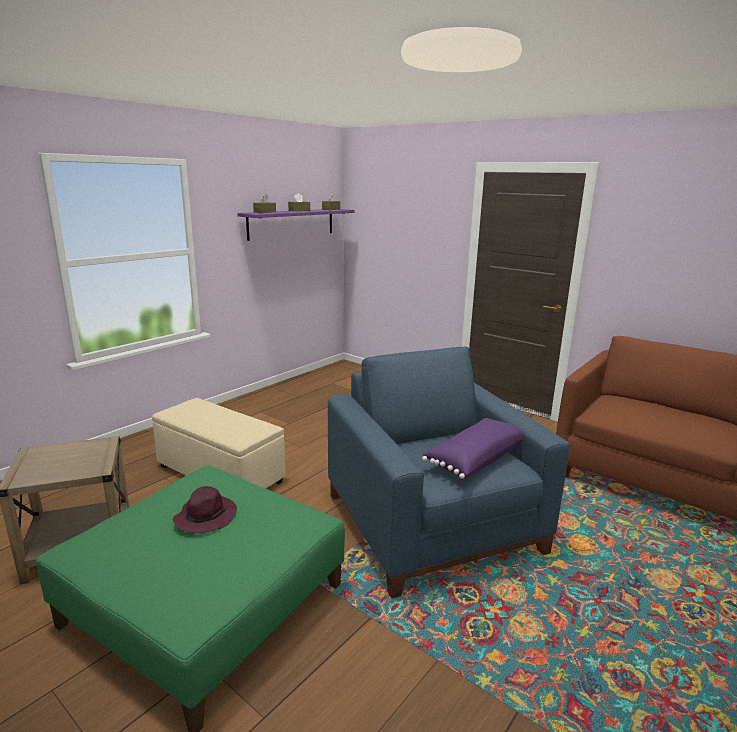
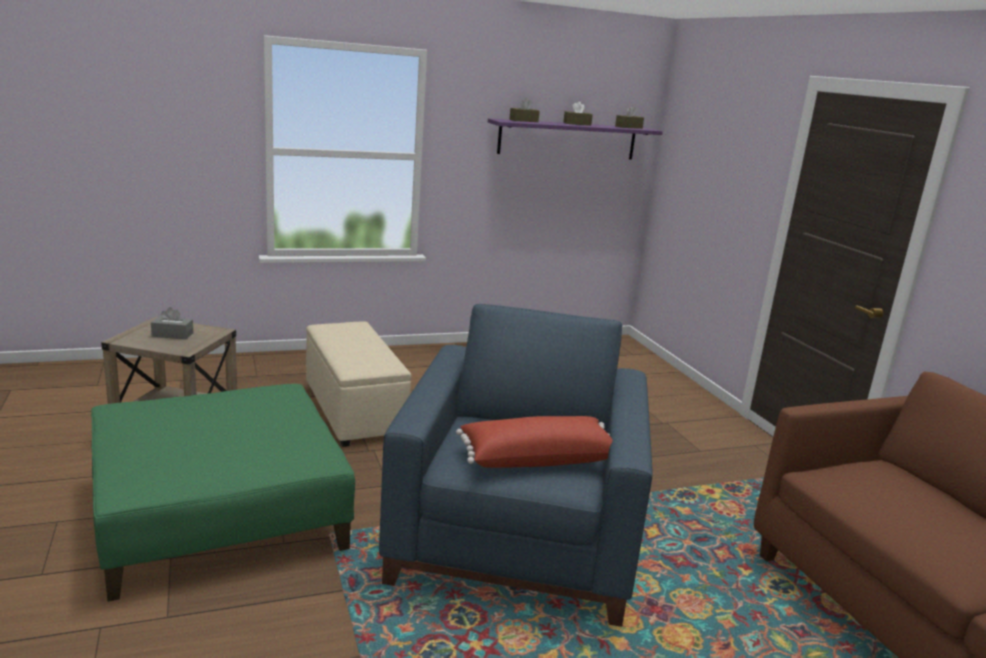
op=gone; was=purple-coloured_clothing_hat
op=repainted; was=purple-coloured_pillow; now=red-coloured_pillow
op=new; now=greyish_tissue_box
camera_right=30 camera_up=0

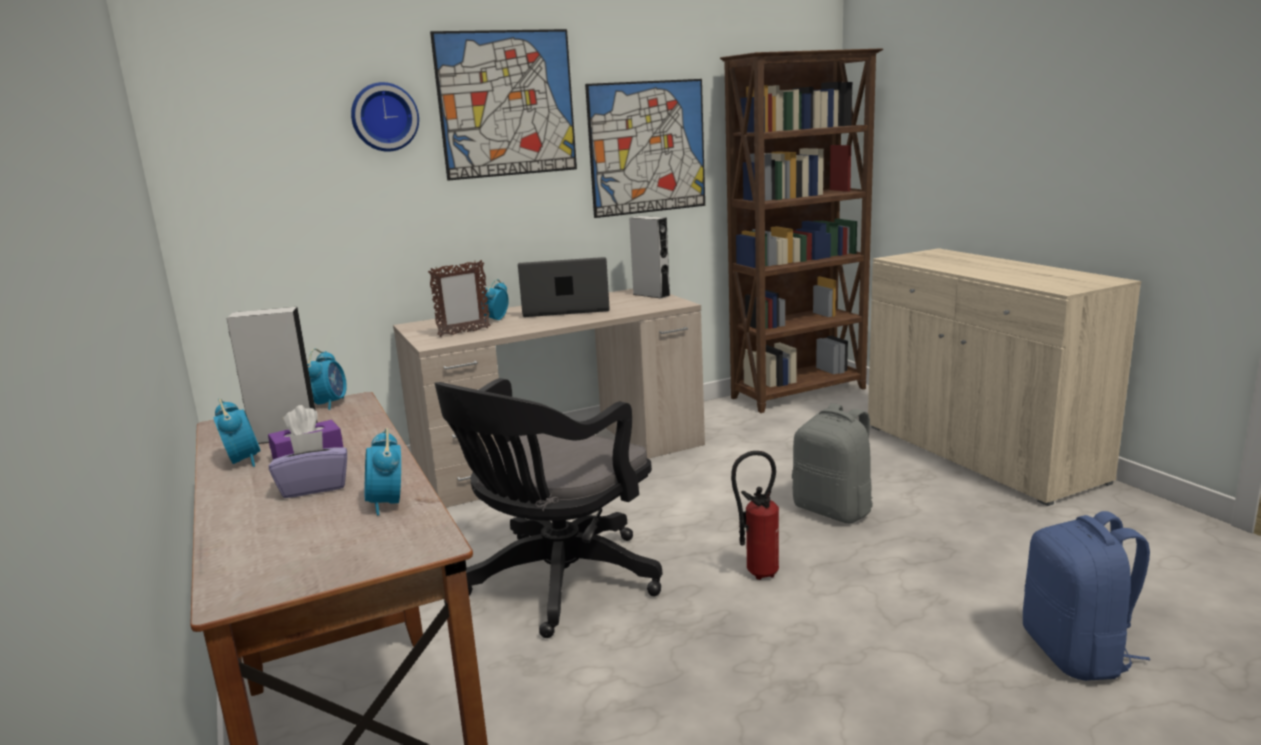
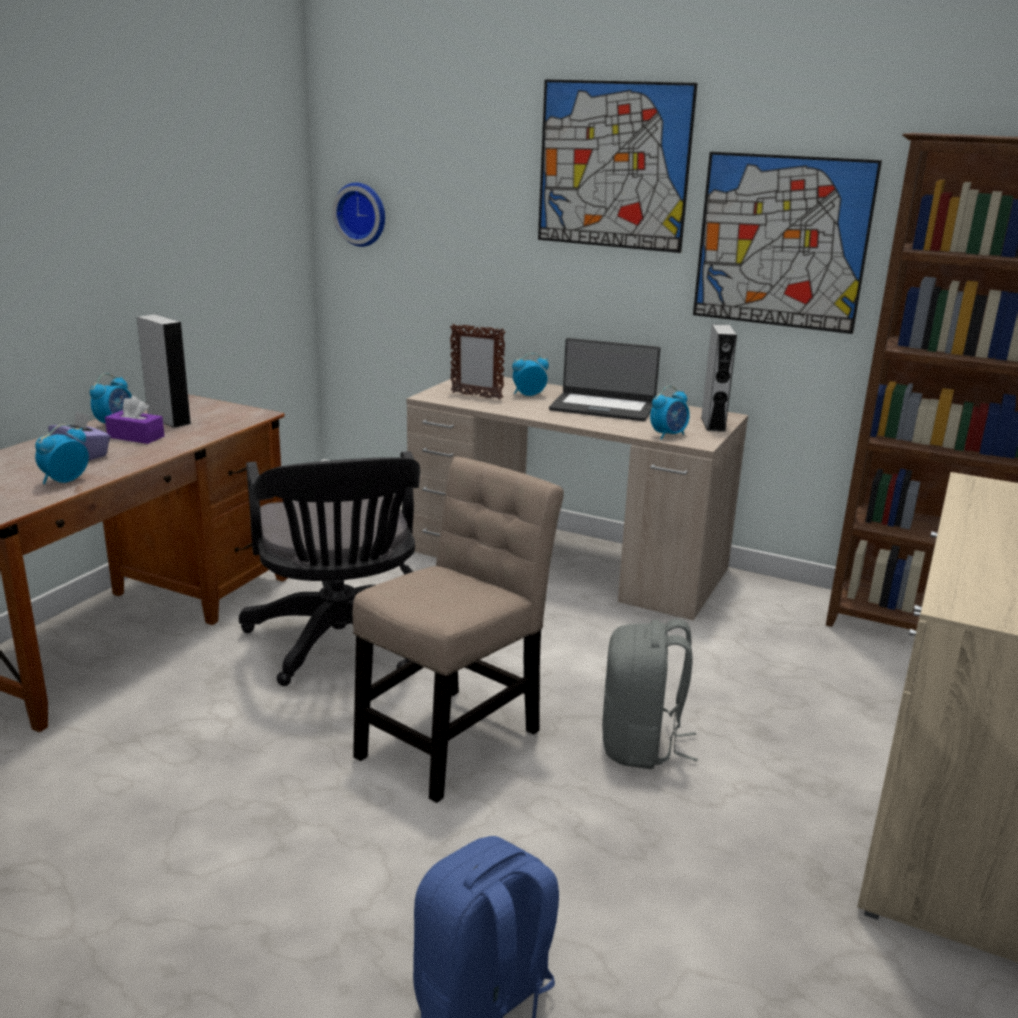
op=shifted; was=table_clock (no. 2 from left in the first image); now=table_clock (no. 4 from left)
op=shifted; was=clock_on_the_wall
op=rotated; was=black_desk_chair; clockwise=-105
op=rotated; was=notebook_computer; clockwise=150
op=swapped; was=fire_extinguisher; now=beige-coloured_upright_chair
camera_right=50 camera_up=5

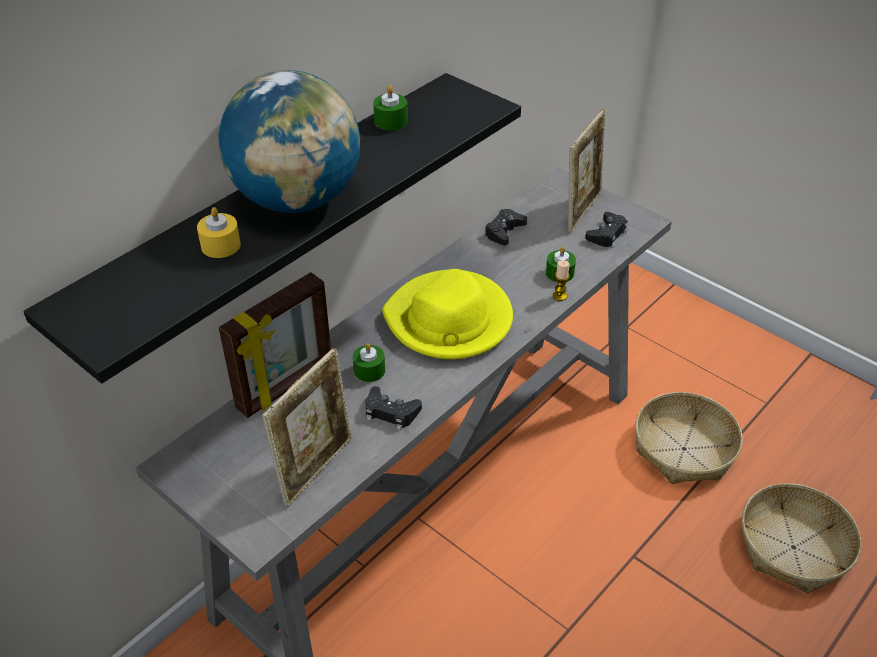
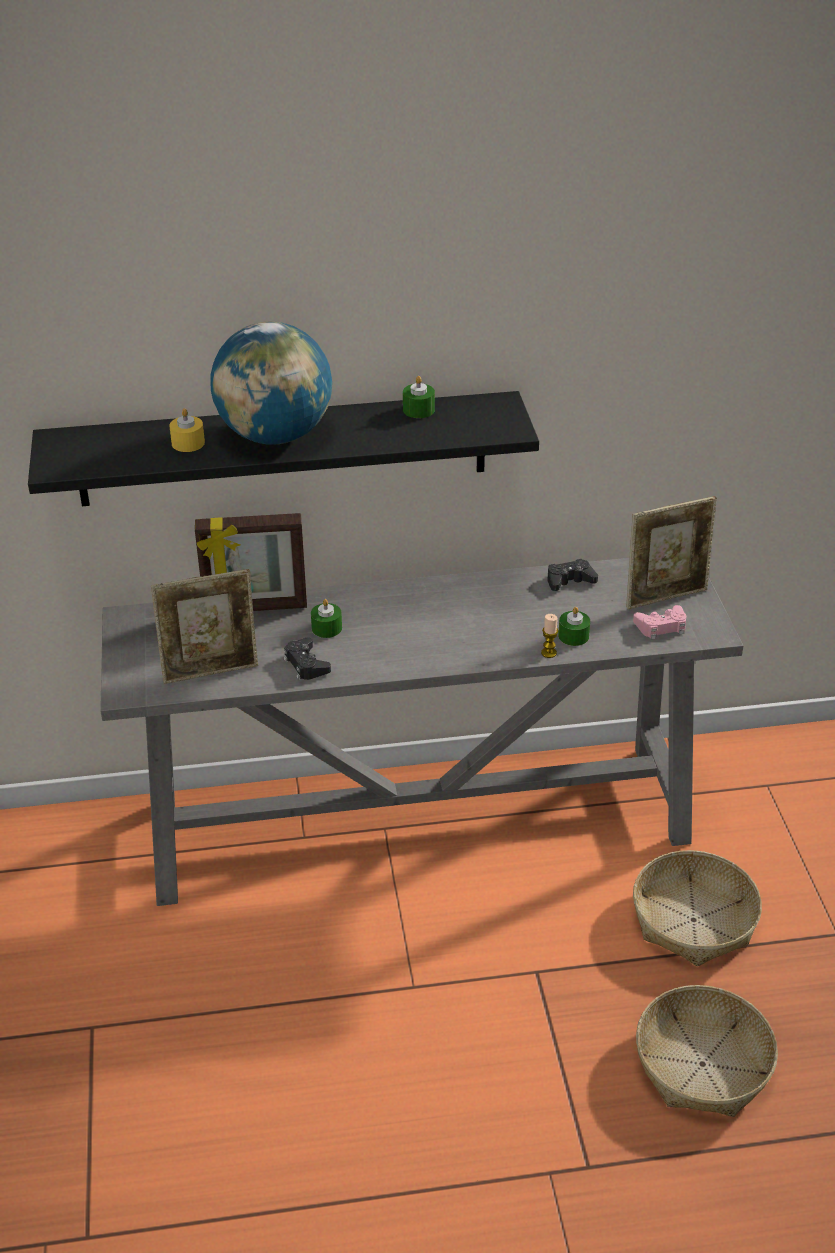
op=gone; was=yellowish_clothing_hat
op=repainted; was=black_game_controller (no. 3 from left); now=pink_game_controller
camera_right=40 camera_up=-5

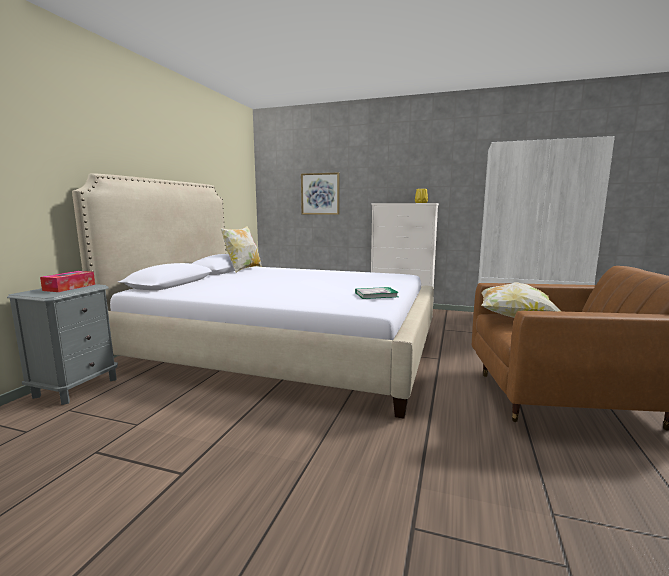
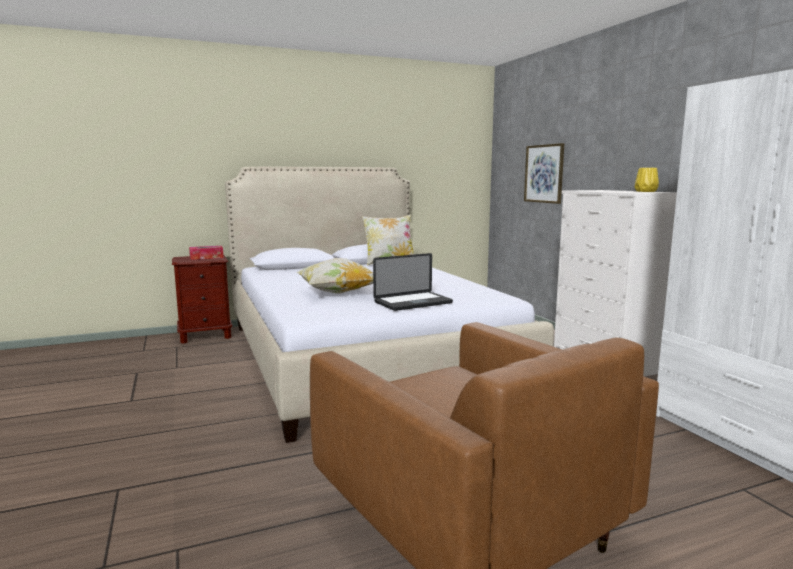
op=repainted; was=greyish_nightstand; now=brown-coloured_nightstand
op=gone; was=volume
op=shifted; was=pillow (no. 2 from left in the first image); now=pillow (no. 1 from left)
op=new; now=notebook_computer
camera_right=50 camera_up=0

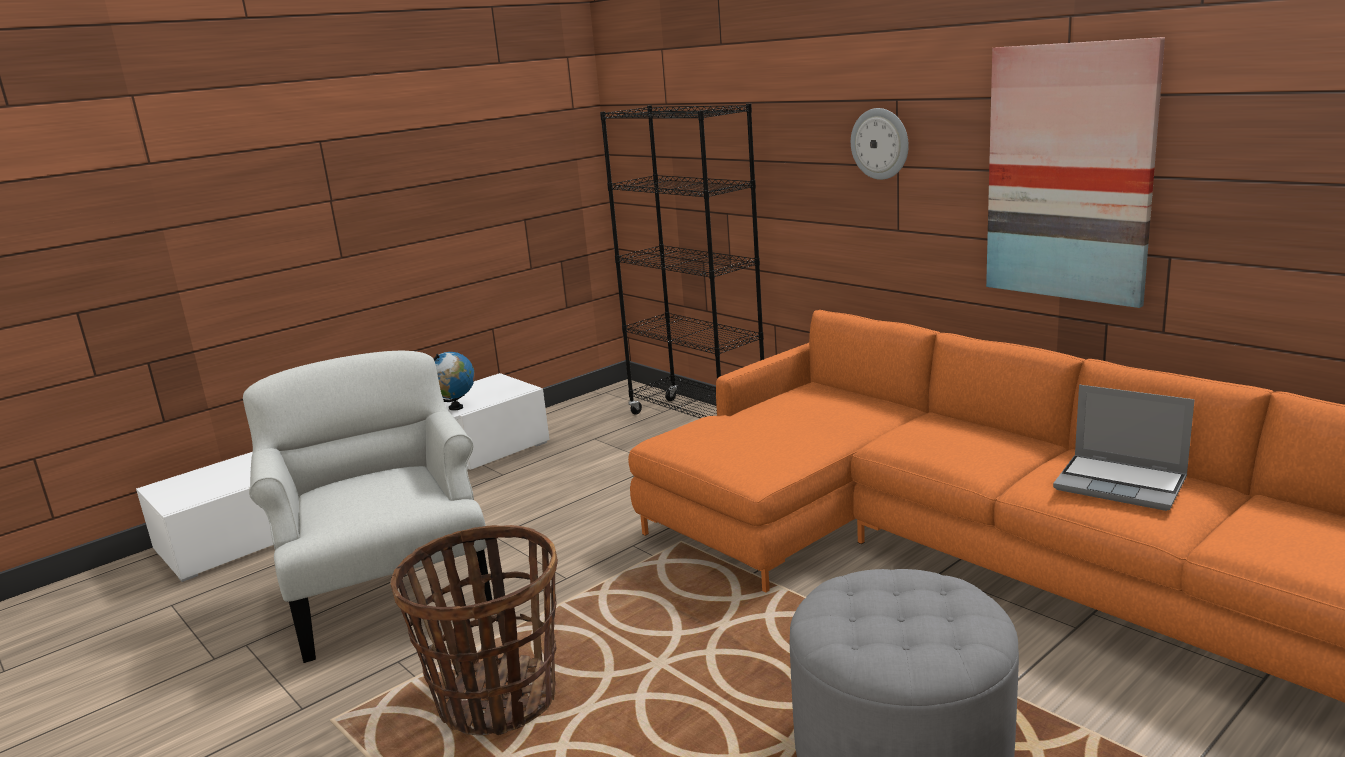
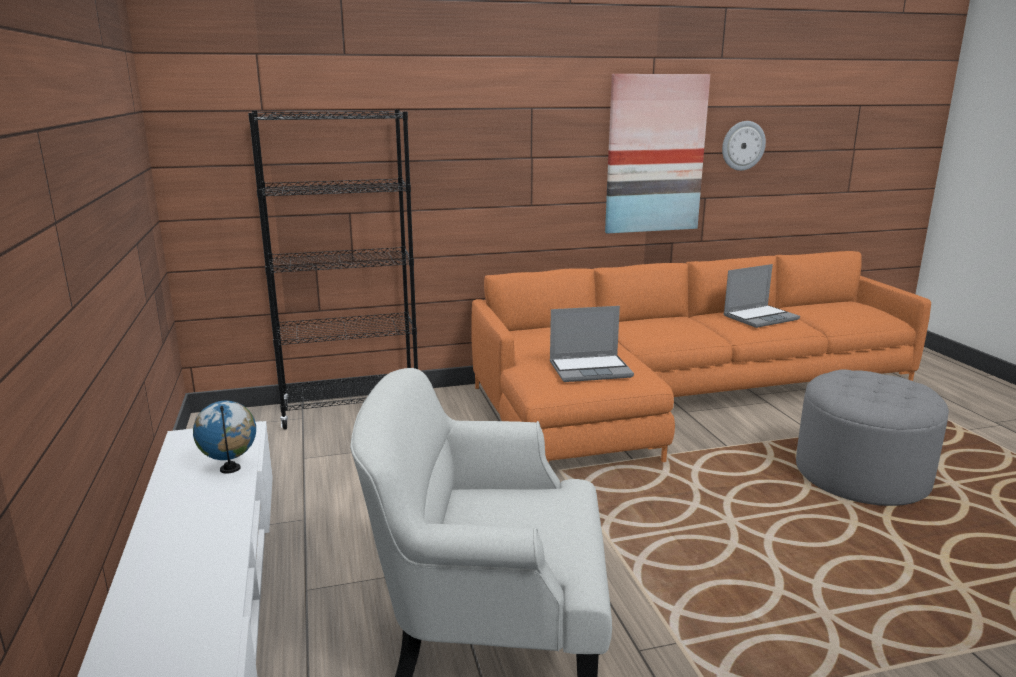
op=gone; was=household_basket
op=shifted; was=clock_on_the_wall
op=new; now=notebook_computer (no. 1 from left)
camera_right=-65 camera_up=0

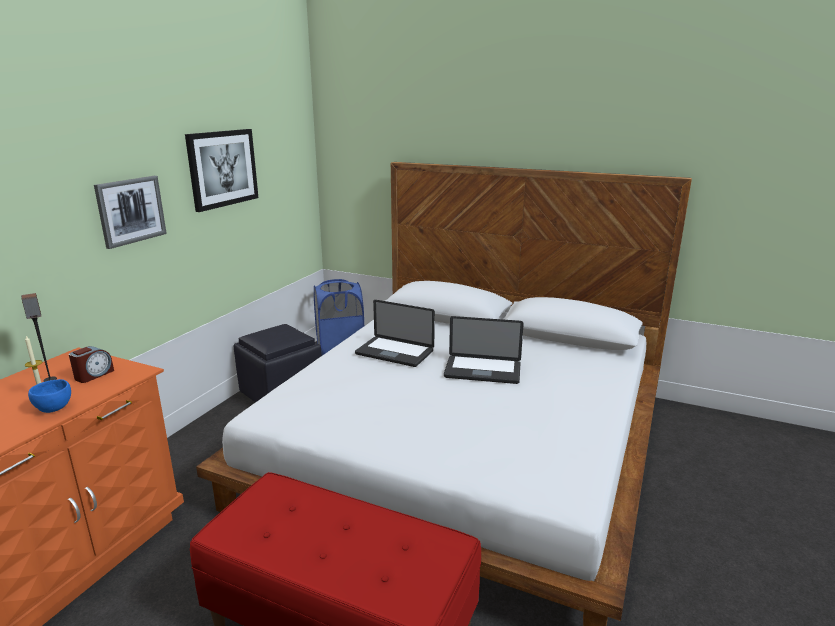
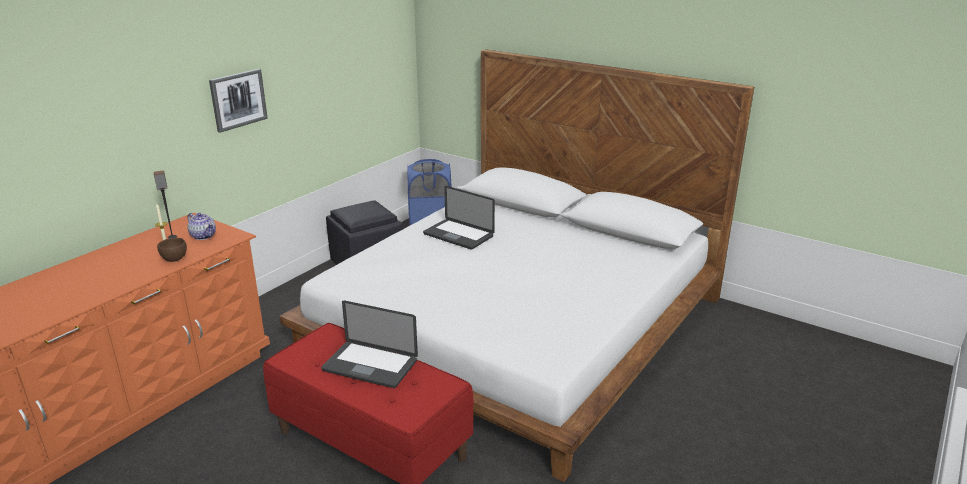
op=repainted; was=bluish_serving_bowl; now=brown-coloured_serving_bowl
op=swapped; was=table_clock; now=tea_pot
op=gone; was=picture (no. 2 from left)
op=shifted; was=notebook_computer (no. 2 from left in the first image); now=notebook_computer (no. 1 from left)
camera_right=10 camera_up=5

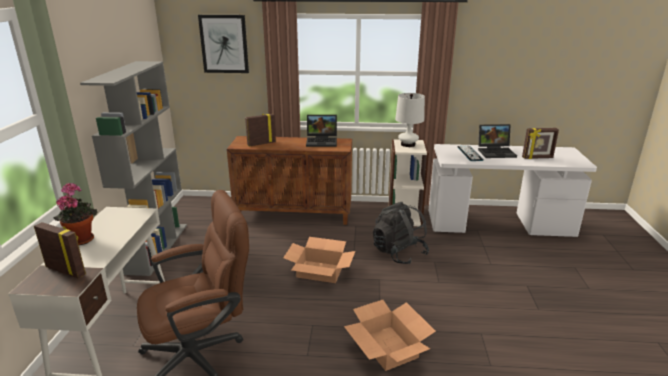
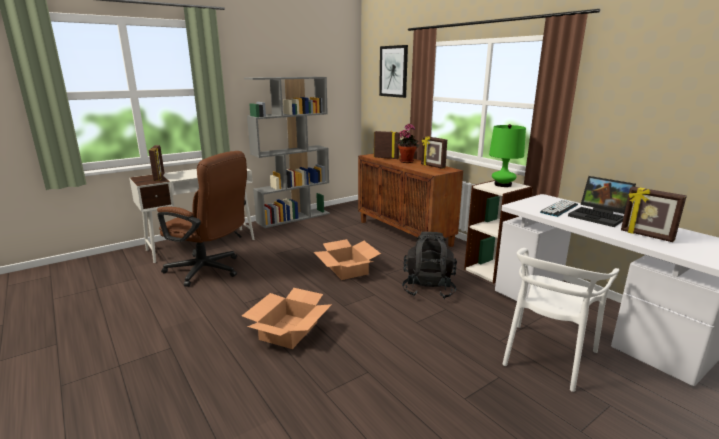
op=shifted; was=houseplant
op=swapped; was=notebook_computer (no. 1 from left); now=picture_frame (no. 3 from left)
op=repainted; was=white-coloured_tabletop_lamp; now=green-coloured_tabletop_lamp
op=new; now=white-coloured_upright_chair
camera_right=50 camera_up=-5

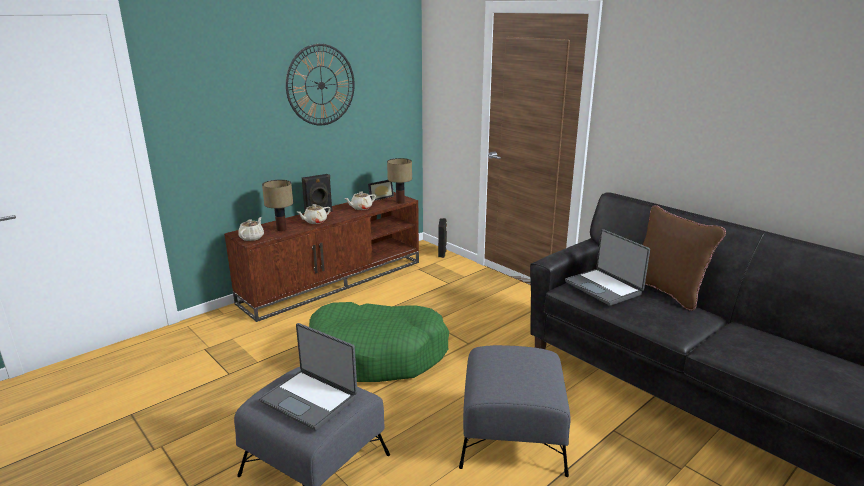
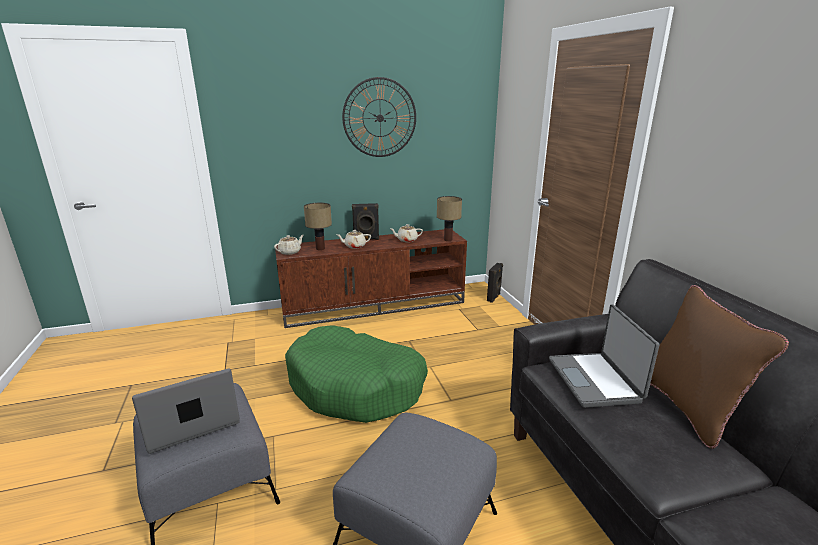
op=rotated; was=notebook_computer (no. 1 from left); clockwise=90
op=gone; was=picture_frame
camera_right=25 camera_up=0

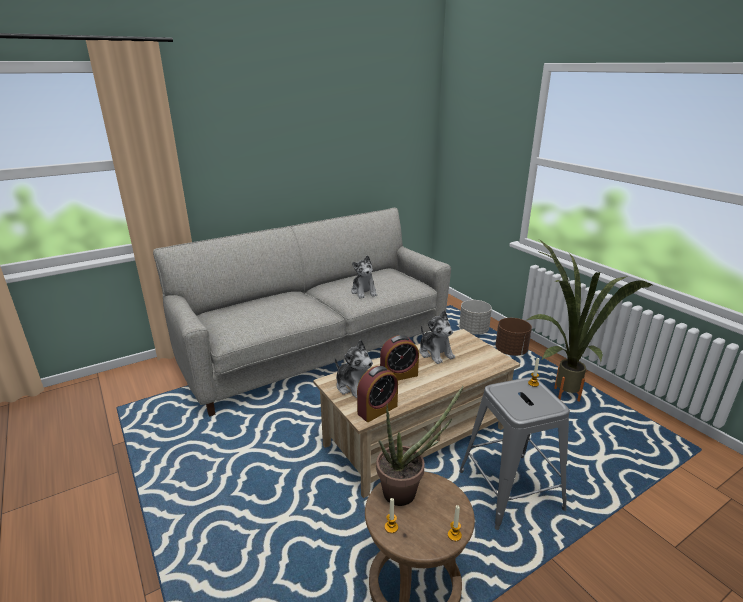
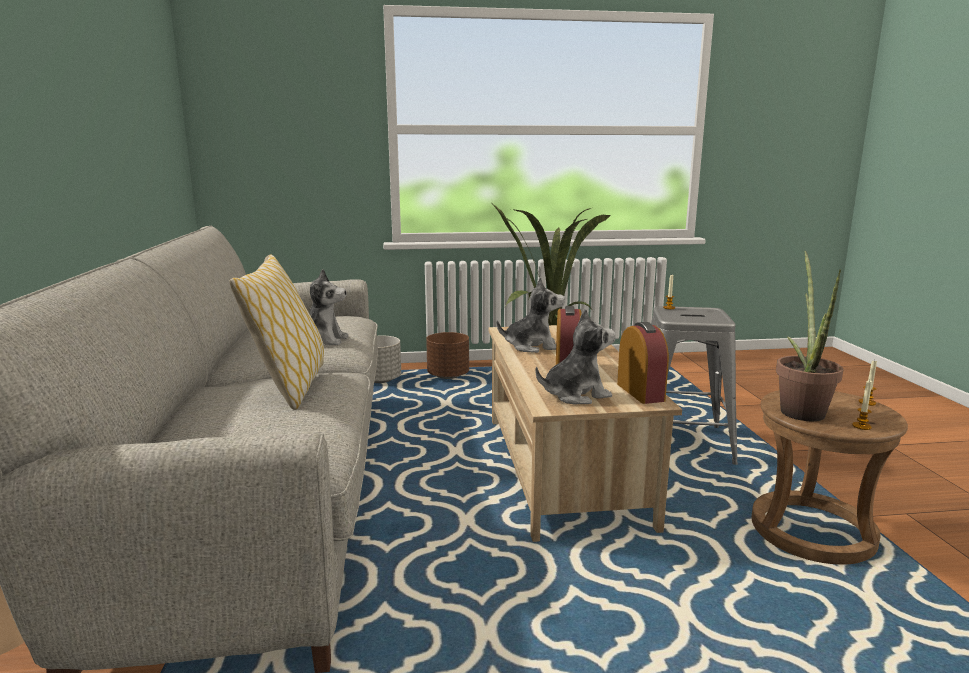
op=new; now=pillow
camera_right=-65 camera_up=-10

